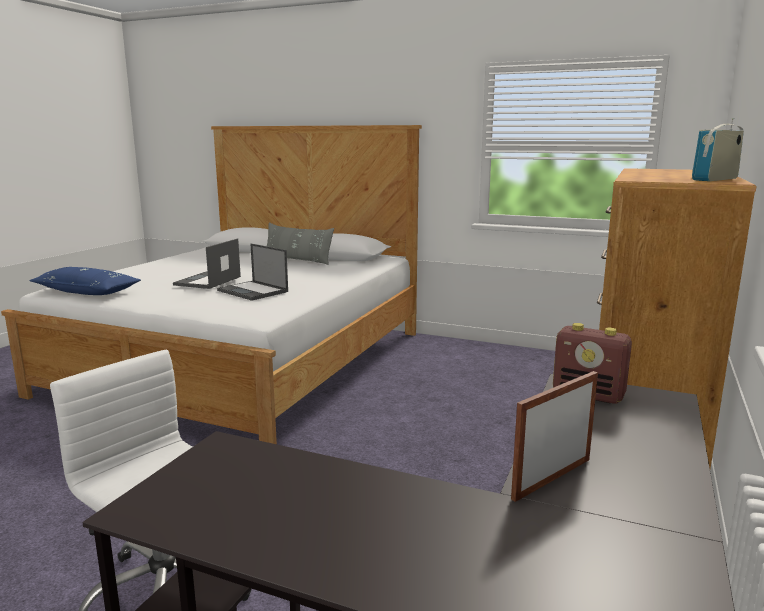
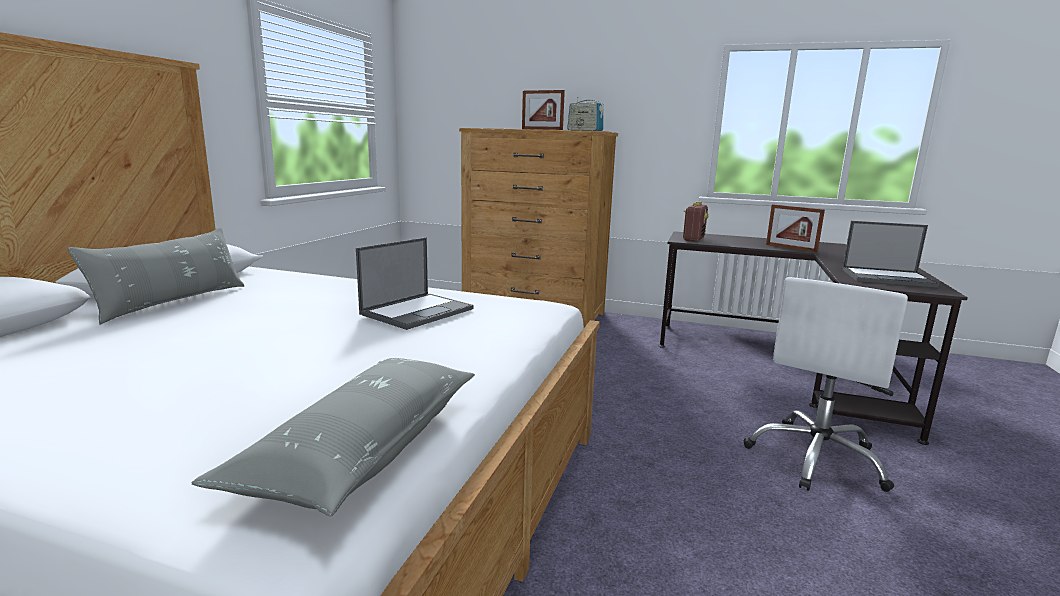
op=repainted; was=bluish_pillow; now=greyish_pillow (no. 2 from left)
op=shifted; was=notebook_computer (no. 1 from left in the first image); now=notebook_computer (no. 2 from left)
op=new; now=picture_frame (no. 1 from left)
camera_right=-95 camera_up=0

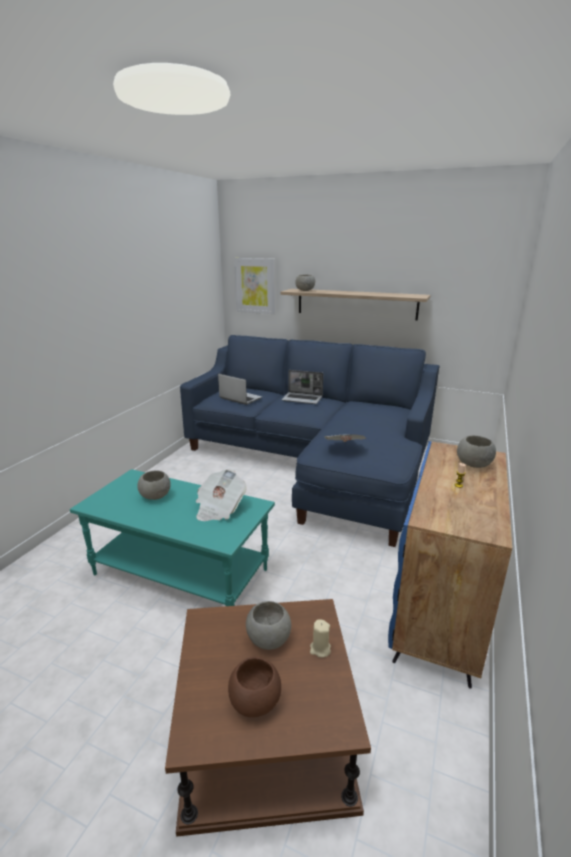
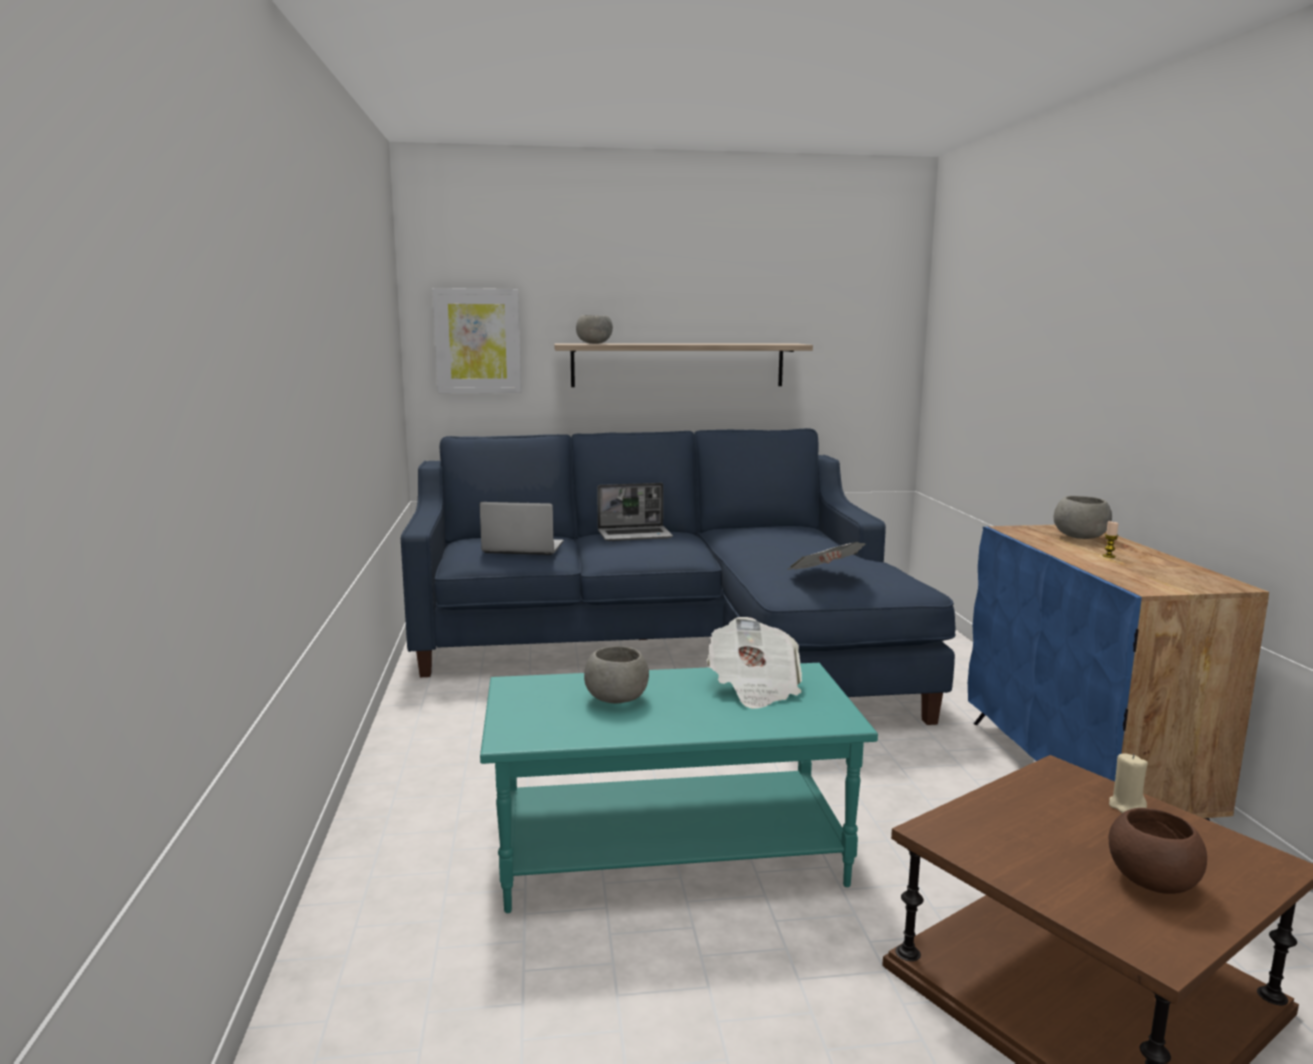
op=gone; was=greyish_serving_bowl (no. 2 from left)
camera_right=-30 camera_up=-10

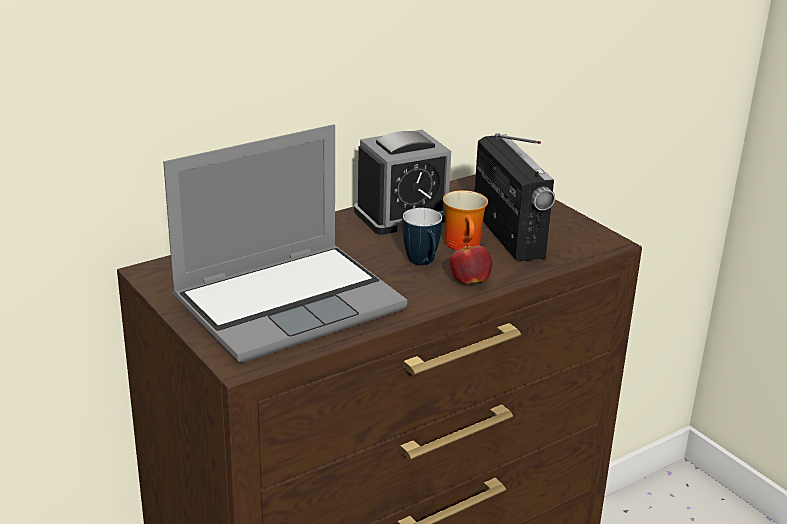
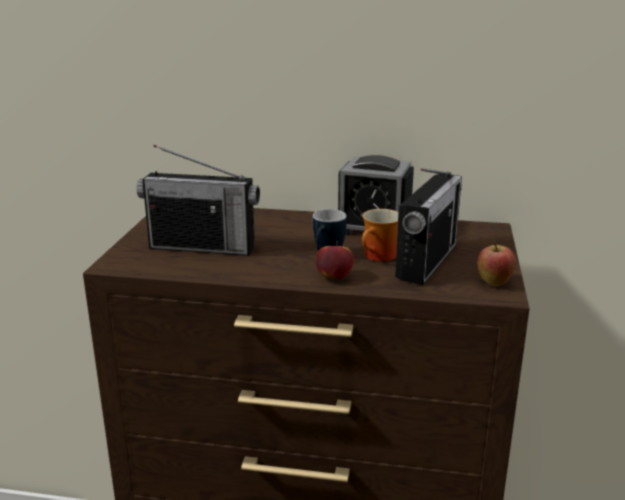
op=swapped; was=notebook_computer; now=radio_set (no. 1 from left)
op=new; now=apple_fruit (no. 2 from left)
camera_right=45 camera_up=-5

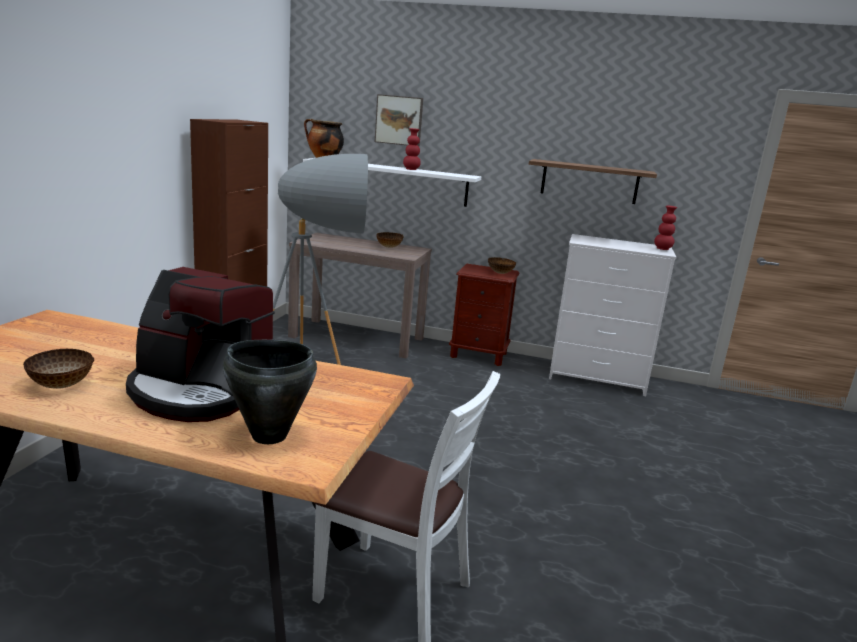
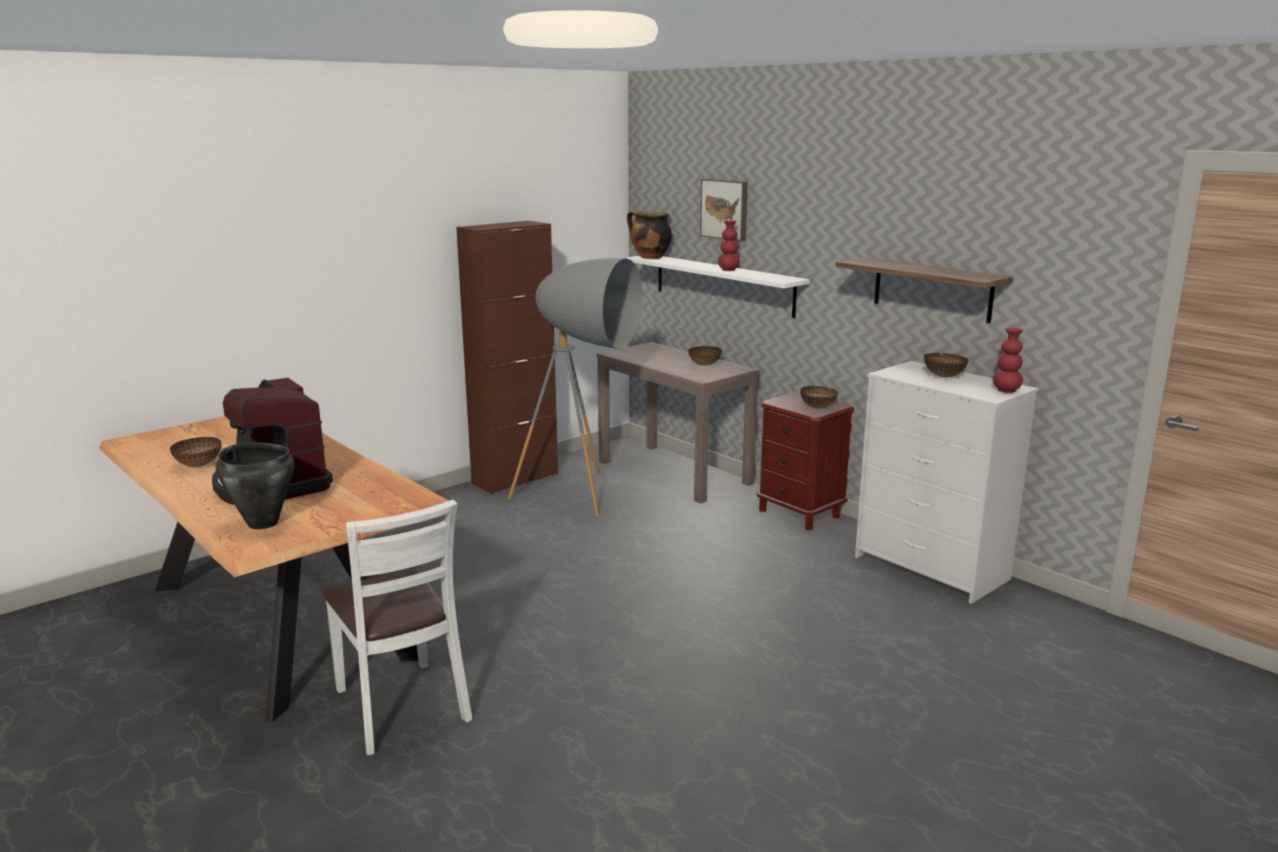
op=new; now=serving_bowl (no. 4 from left)
camera_right=35 camera_up=0

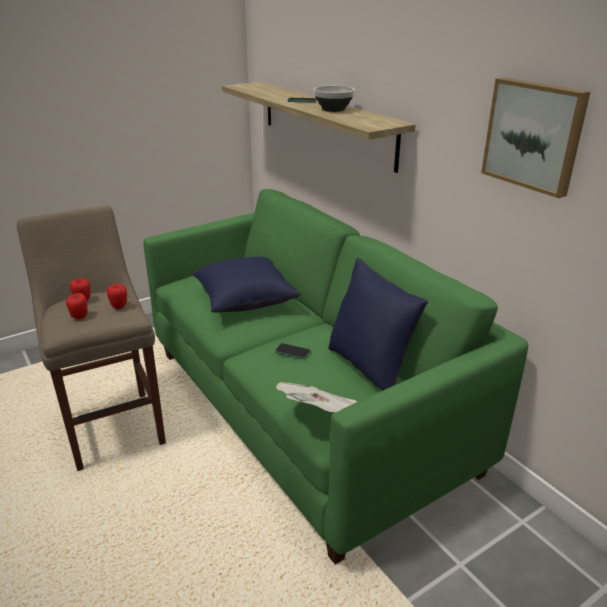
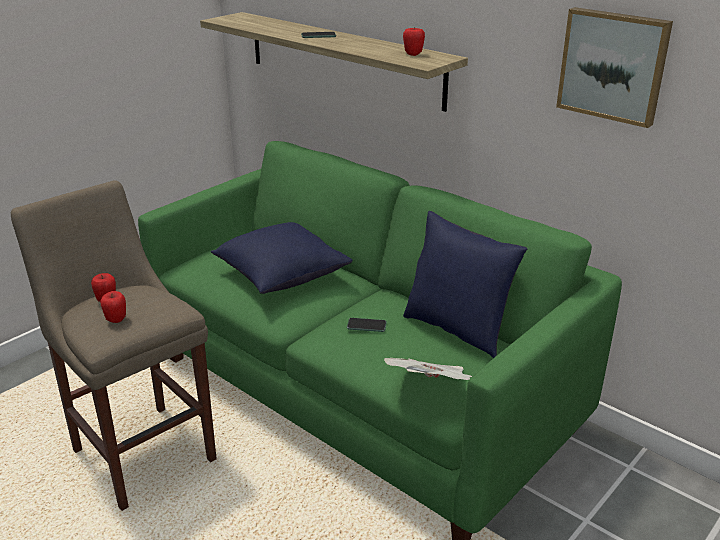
op=shifted; was=apple_fruit (no. 3 from left)
op=gone; was=serving_bowl
camera_right=-15 camera_up=0

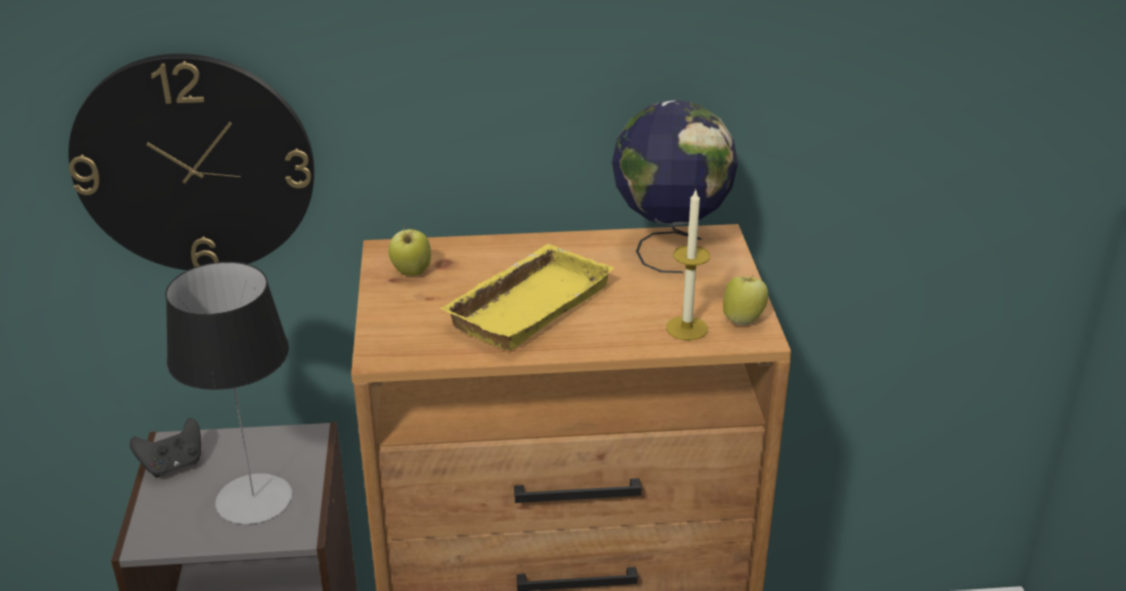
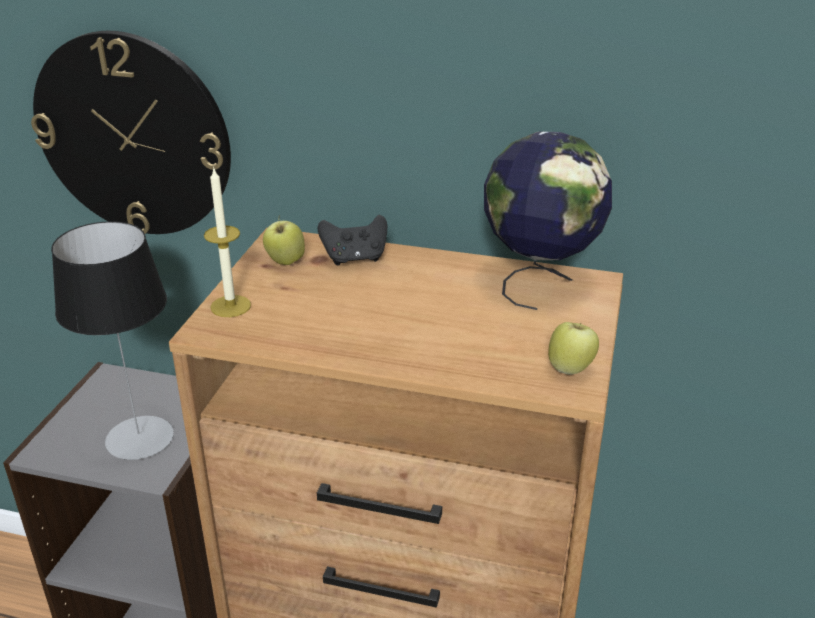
op=shifted; was=black_game_controller
op=gone; was=yellowish_serving_tray
op=shifted; was=candle
camera_right=20 camera_up=0

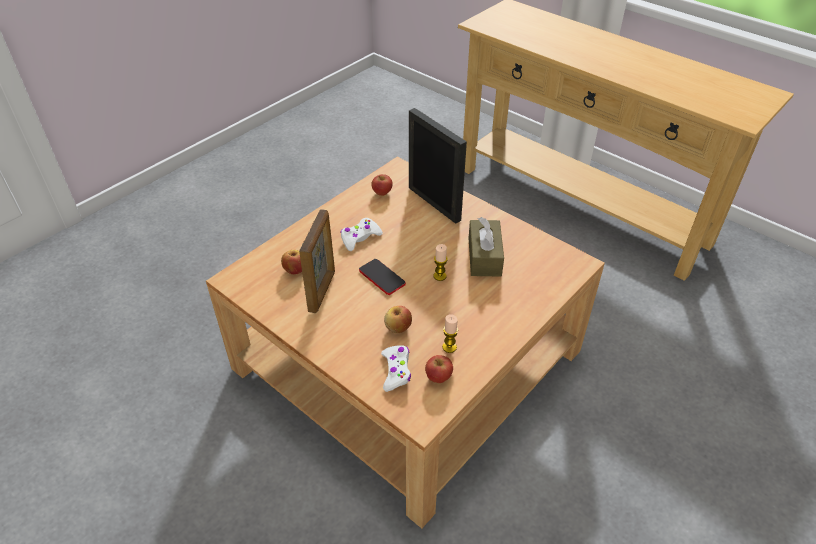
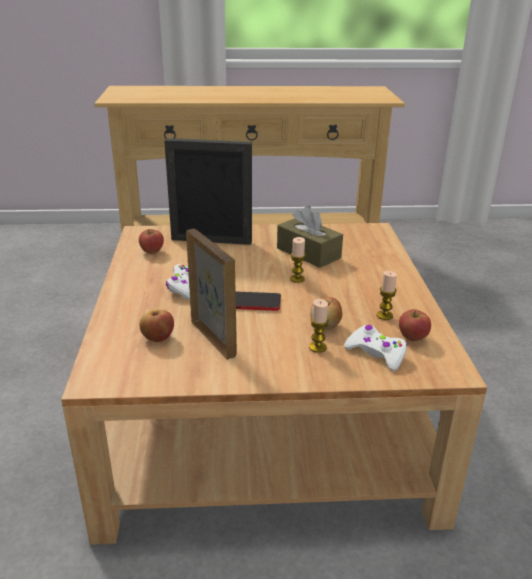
op=new; now=candle (no. 2 from left)
camera_right=-45 camera_up=-15

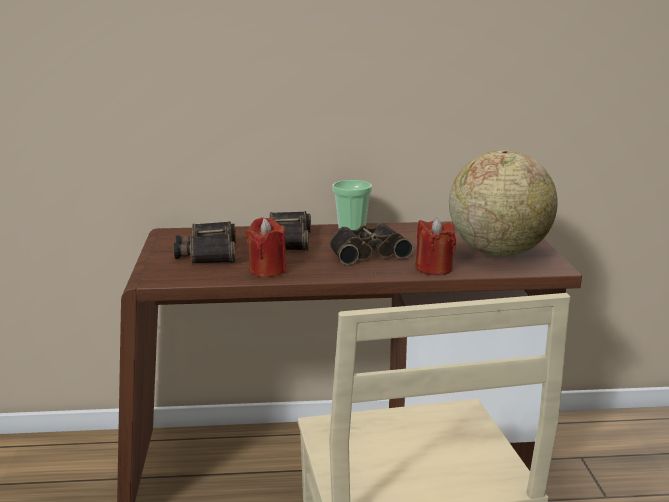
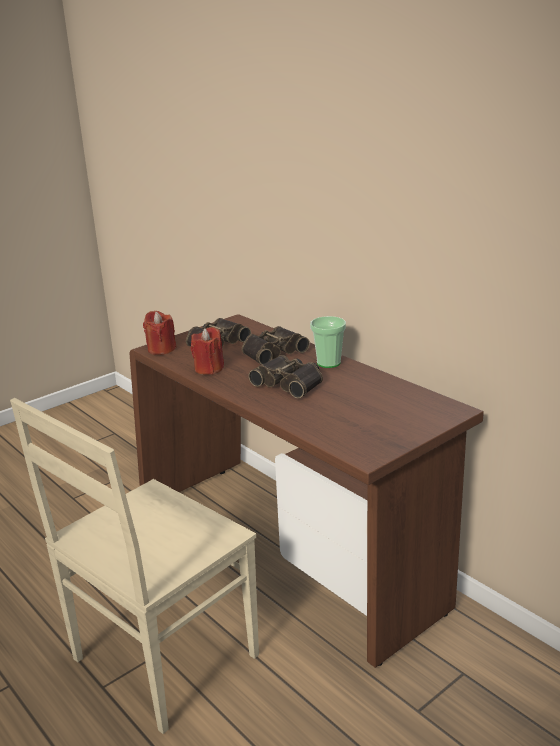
op=shifted; was=red-coloured_candle (no. 2 from left in the first image); now=red-coloured_candle (no. 1 from left)
op=gone; was=globe
camera_right=55 camera_up=5

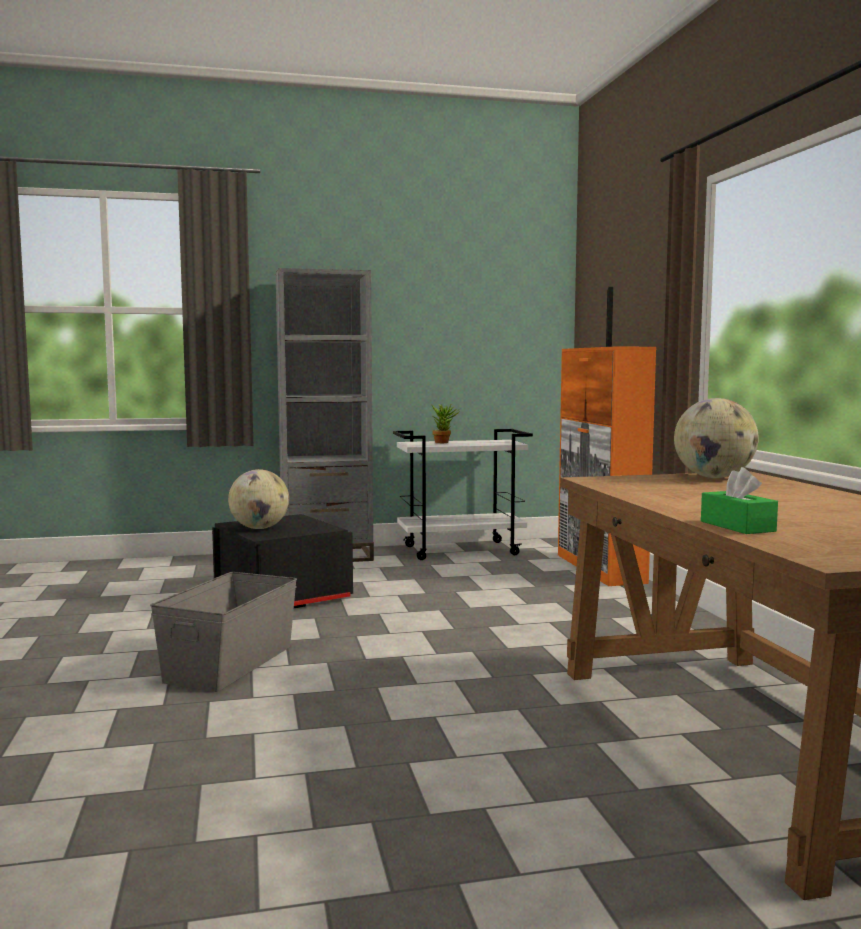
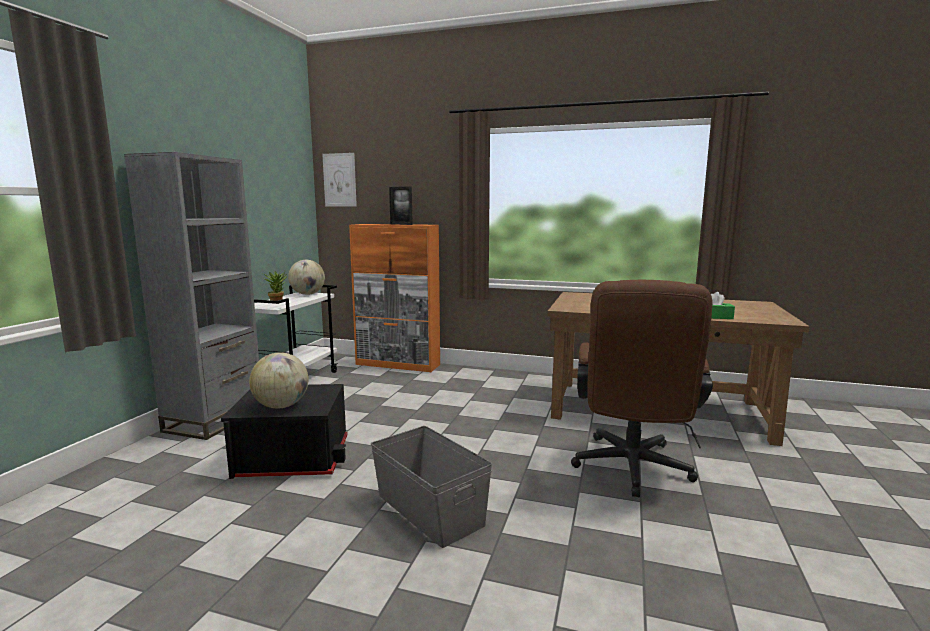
op=shifted; was=globe (no. 2 from left)
op=new; now=picture
op=new; now=brown-coloured_desk_chair
camera_right=-60 camera_up=5

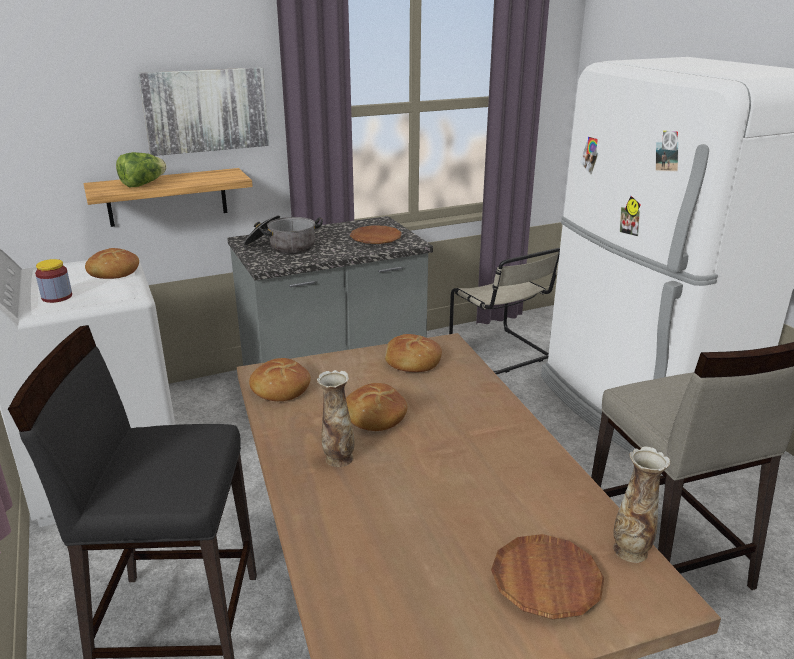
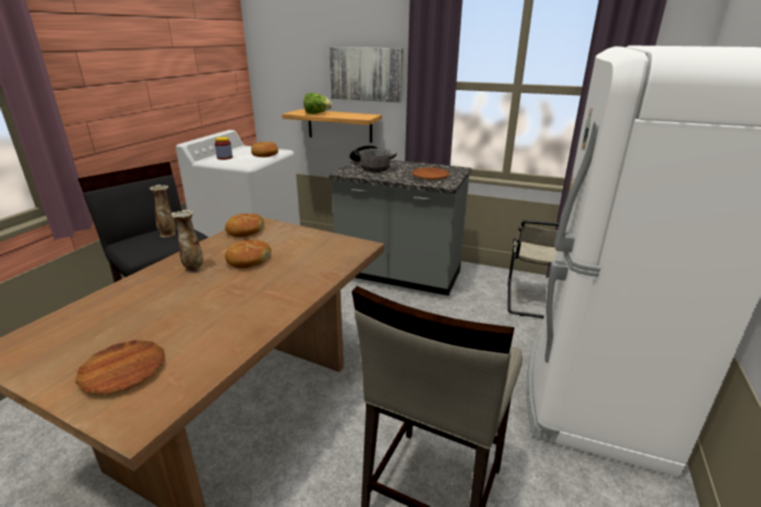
op=gone; was=bread (no. 4 from left)
op=shifted; was=flower_vase (no. 2 from left in the first image); now=flower_vase (no. 1 from left)
camera_right=45 camera_up=0

